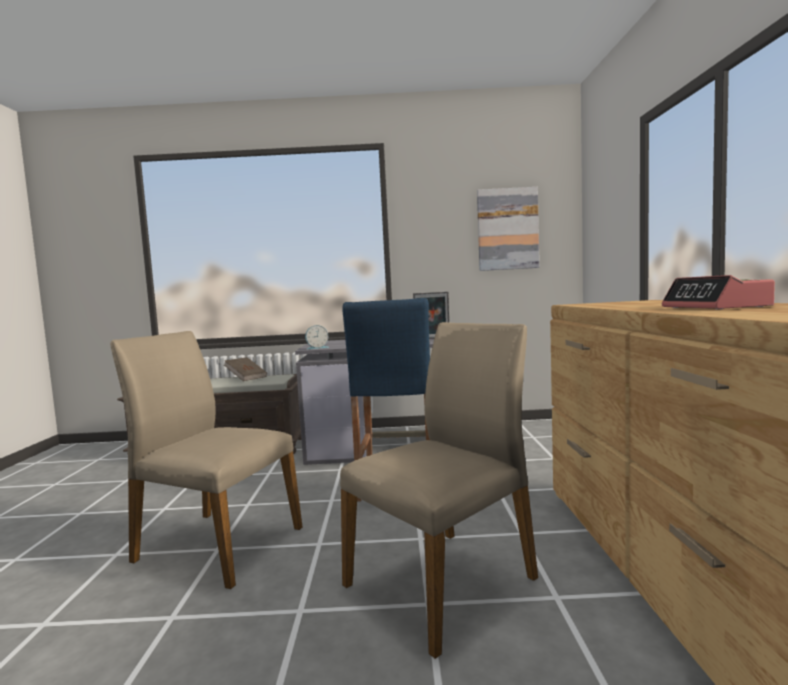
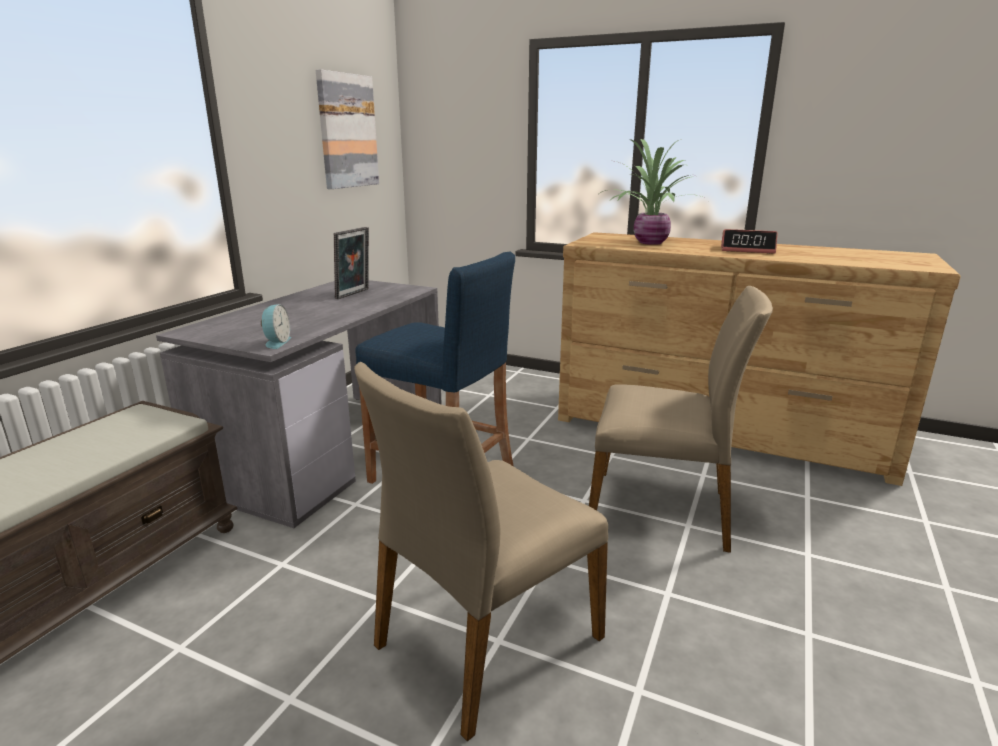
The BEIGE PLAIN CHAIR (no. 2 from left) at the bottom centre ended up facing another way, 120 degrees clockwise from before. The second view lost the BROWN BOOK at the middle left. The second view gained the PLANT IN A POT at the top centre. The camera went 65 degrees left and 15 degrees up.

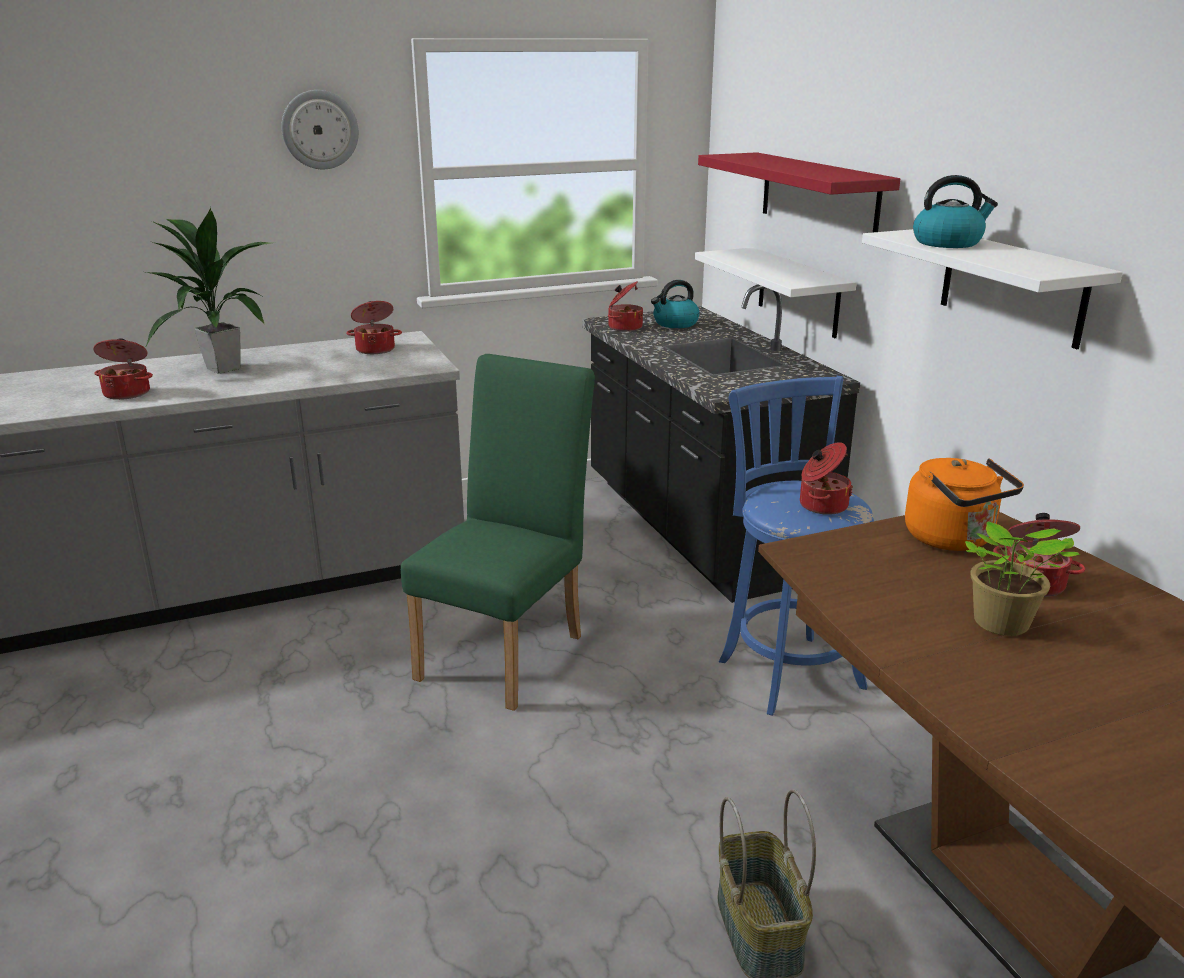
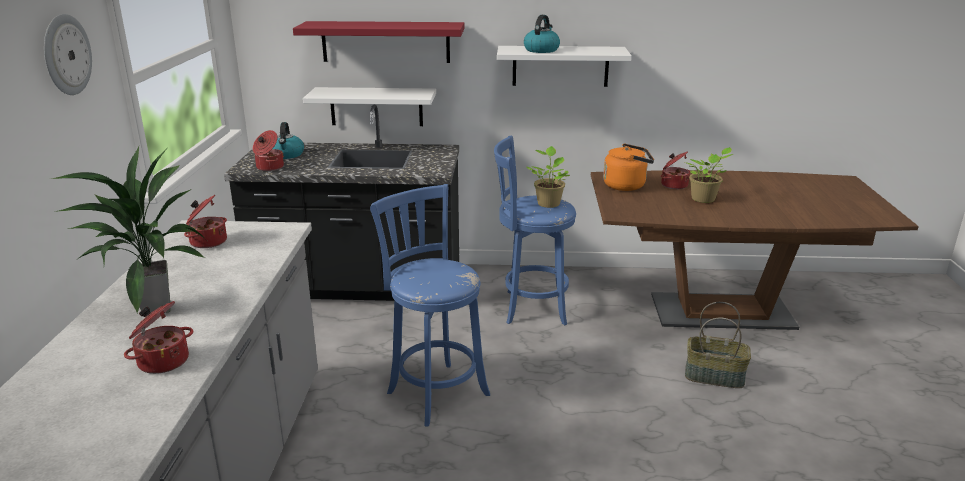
Where the GREENISH PLAIN CHAIR stood at the centre, the BLUISH SITTING STOOL (no. 1 from left) came to stand at the centre. Where the STOCKPOT (no. 4 from left) stood at the middle right, the PLANT IN A POT (no. 2 from left) came to stand at the centre. The camera went 65 degrees left and 0 degrees up.

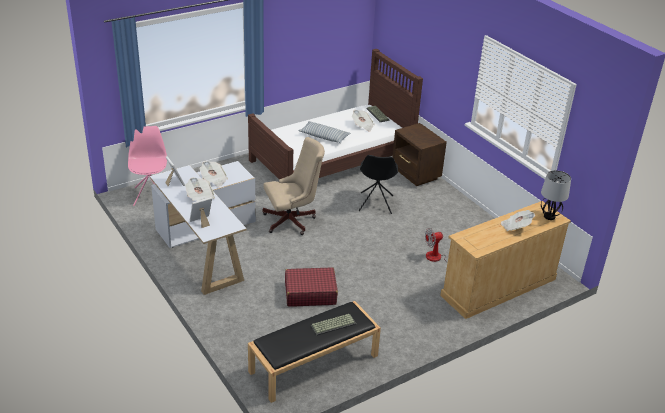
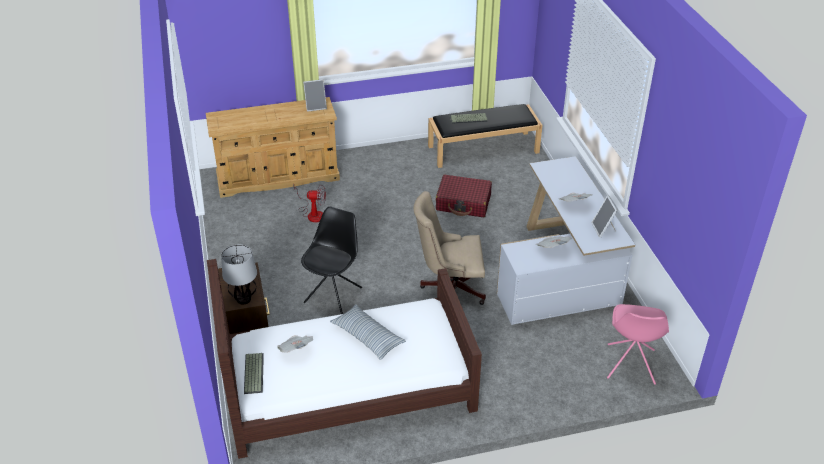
The TABLE LAMP ended up elsewhere, having gone from the middle right to the middle left. The STANDING FRAME (no. 2 from left in the first image) ended up elsewhere, having gone from the middle left to the top centre. The second view lost the DAILY PAPER (no. 4 from left) at the middle right. The camera went 160 degrees left and 5 degrees up.

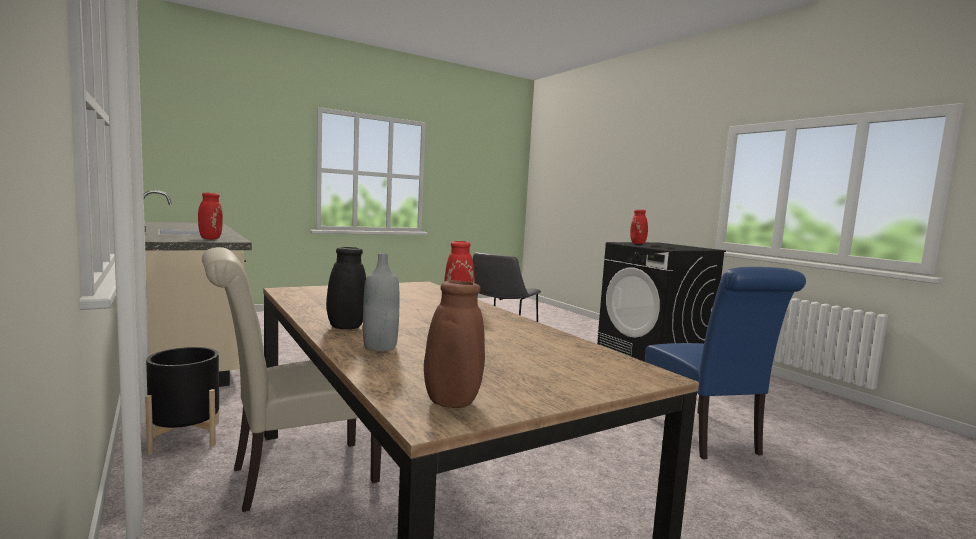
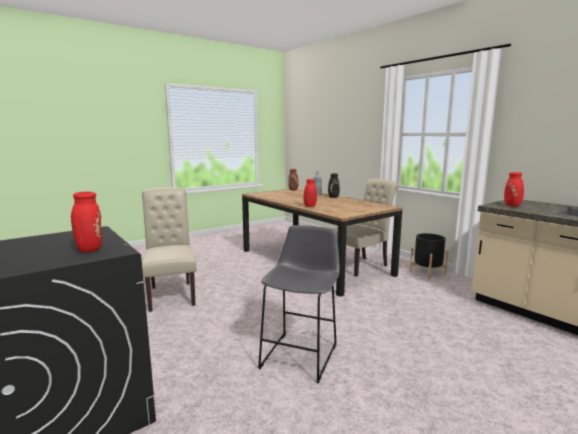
What was the BLUISH PLAIN CHAIR at the bottom right turned into the BEIGE PLAIN CHAIR (no. 1 from left) at the middle left. The camera went 175 degrees right and 5 degrees up.

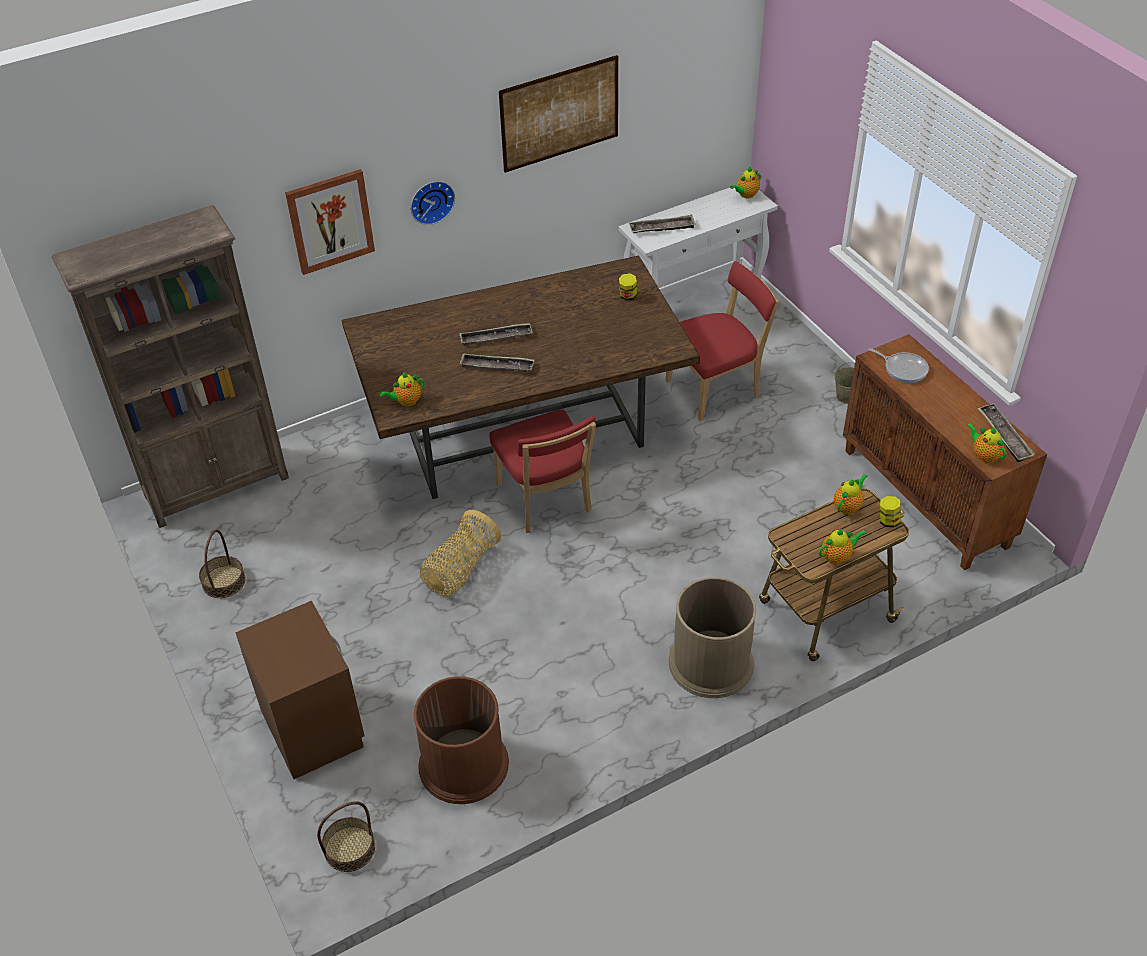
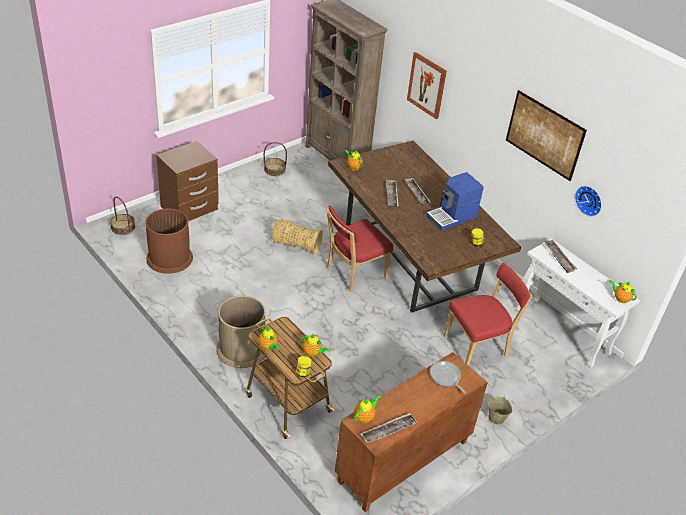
The HANGING CLOCK ended up elsewhere, having gone from the top centre to the middle right. The RED-COLOURED PLAIN CHAIR (no. 2 from left) at the centre ended up facing another way, 75 degrees counterclockwise from before. The FRYING PAN at the middle right ended up facing another way, 120 degrees clockwise from before. The second view gained the COFFEE BREWER at the centre. The camera went 75 degrees right and 5 degrees down.

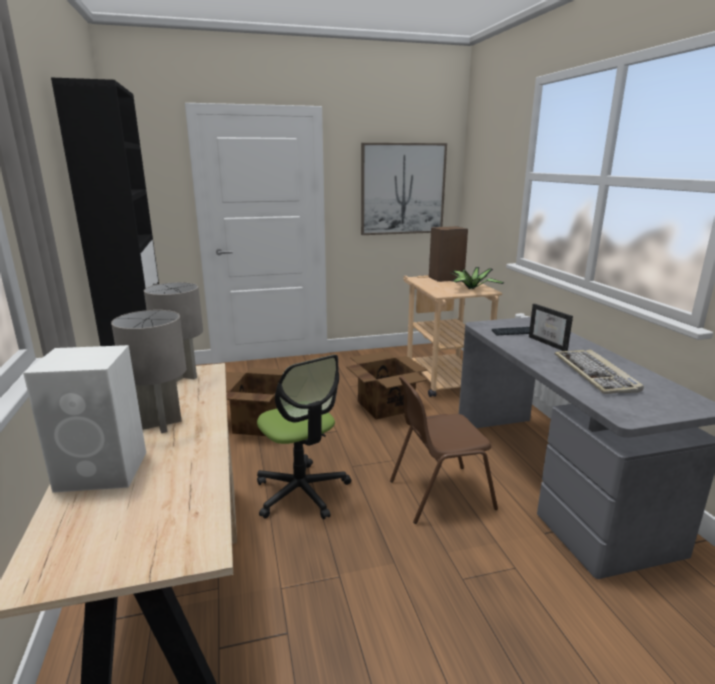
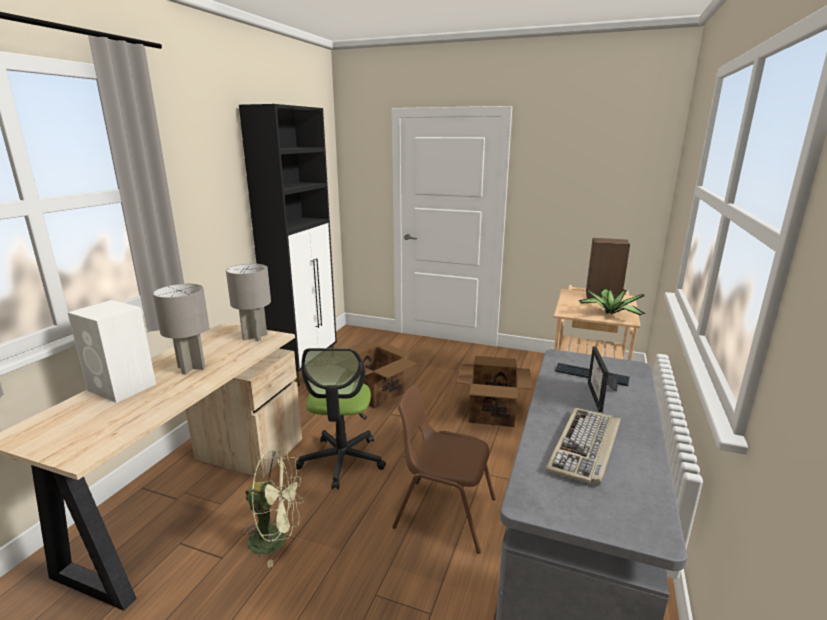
The second view lost the WALL ART at the top centre. The second view gained the GREENISH FAN at the bottom left. The camera went 35 degrees right and 0 degrees up.

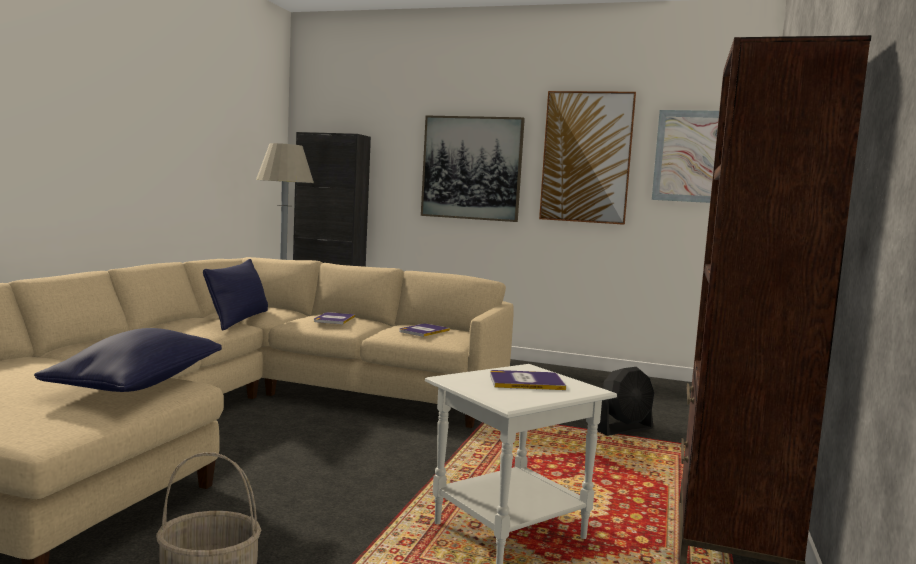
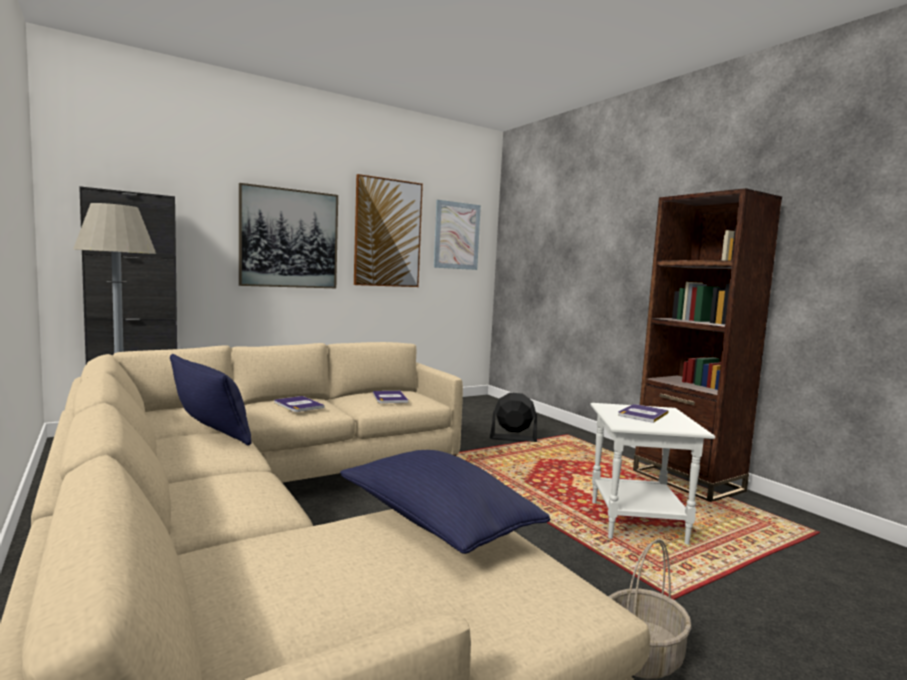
The BLACK-COLOURED FAN at the bottom right ended up facing another way, 90 degrees counterclockwise from before. The camera went 50 degrees left and 0 degrees up.

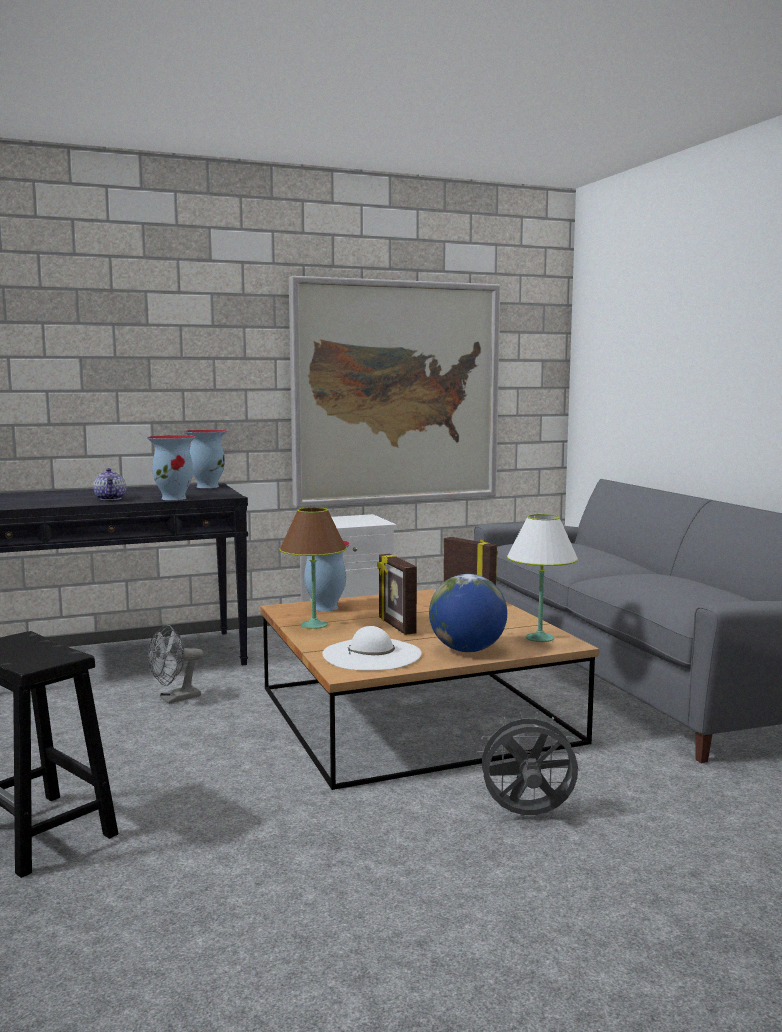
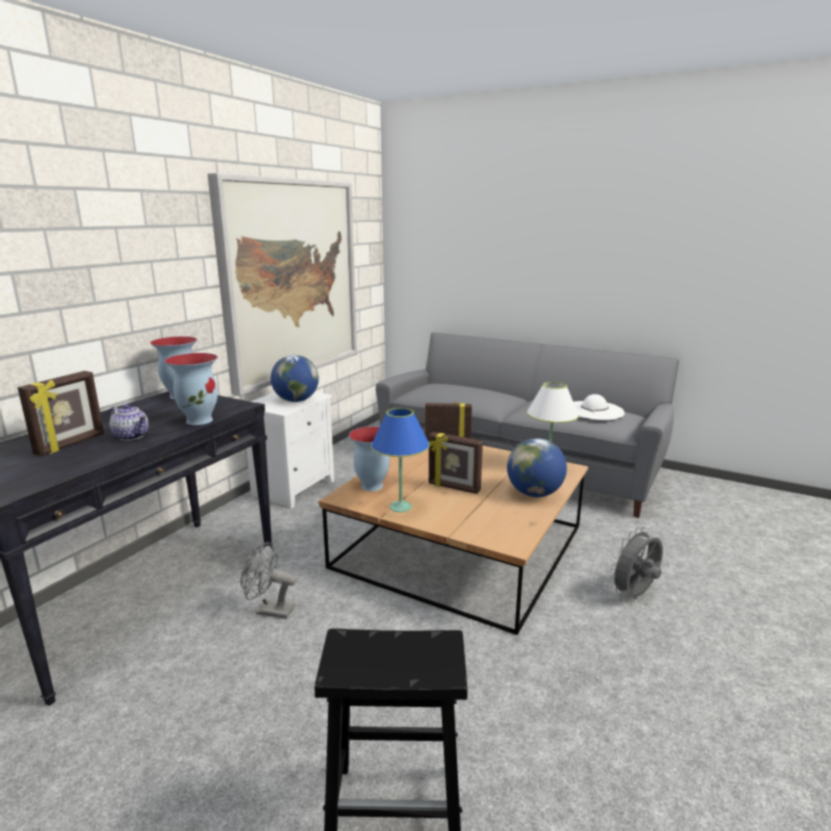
What was the BROWN TABLE LAMP at the centre turned into the BLUISH TABLE LAMP at the centre. The GRAY FAN (no. 1 from left) at the middle left ended up facing another way, 90 degrees clockwise from before. The WHITE CLOTHING HAT ended up elsewhere, having gone from the centre to the middle right. The second view gained the DESK GLOBE (no. 1 from left) at the centre. The second view gained the STANDING FRAME (no. 1 from left) at the middle left. The camera went 40 degrees left and 10 degrees up.

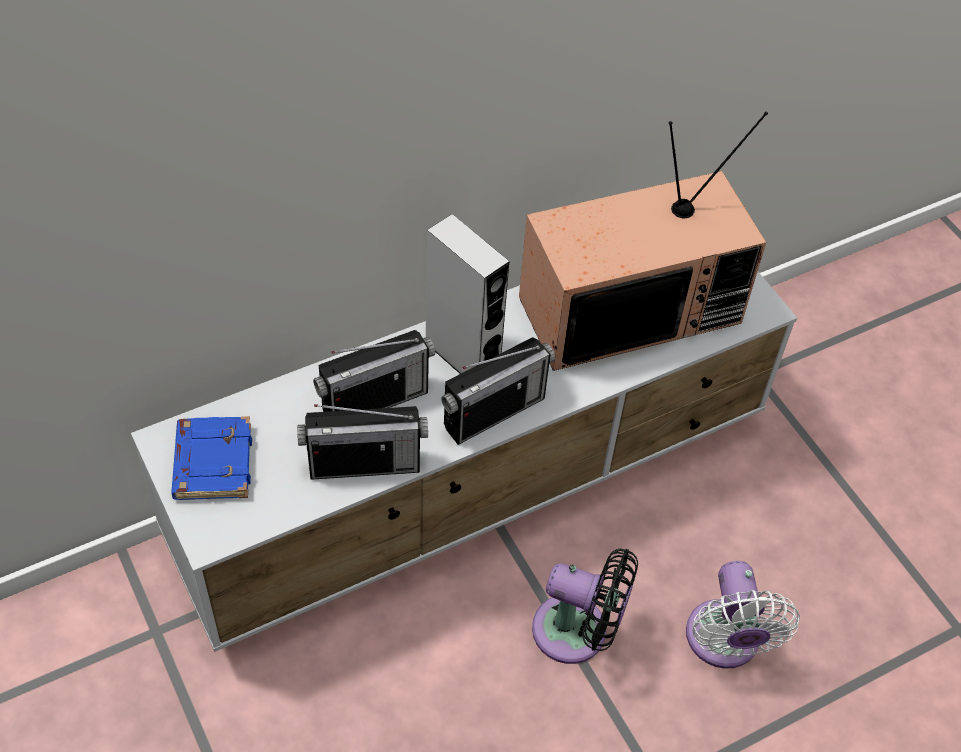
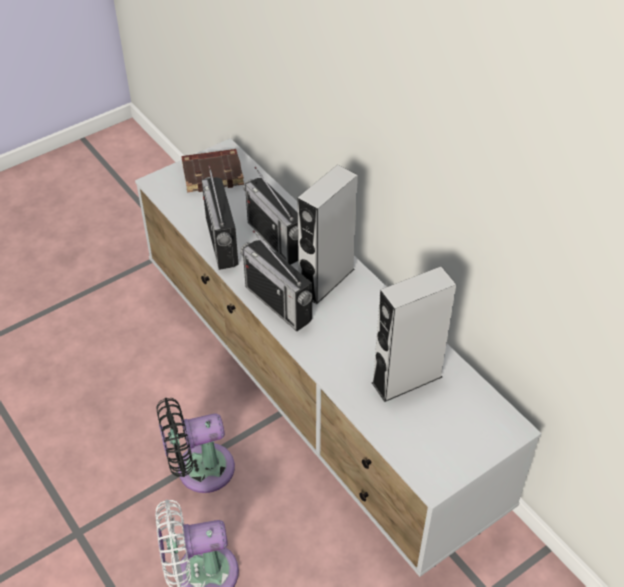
Where the TV stood at the top right, the GRAY LOUDSPEAKER (no. 2 from left) came to stand at the centre. What was the BLUISH BOOK at the middle left turned into the BROWN BOOK at the top centre. The BLACK-COLOURED FAN at the bottom centre ended up facing another way, 60 degrees clockwise from before. The camera went 85 degrees right and 5 degrees down.

